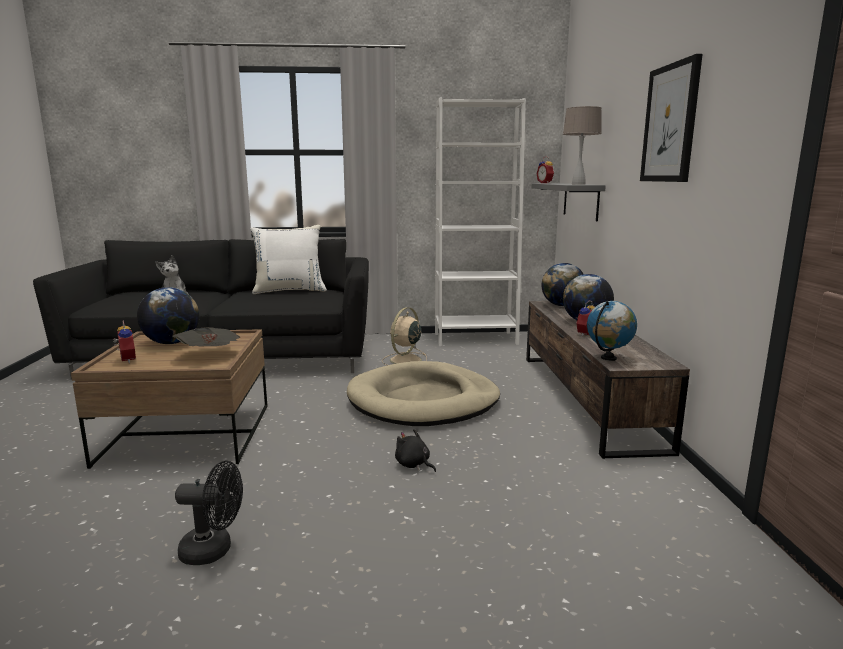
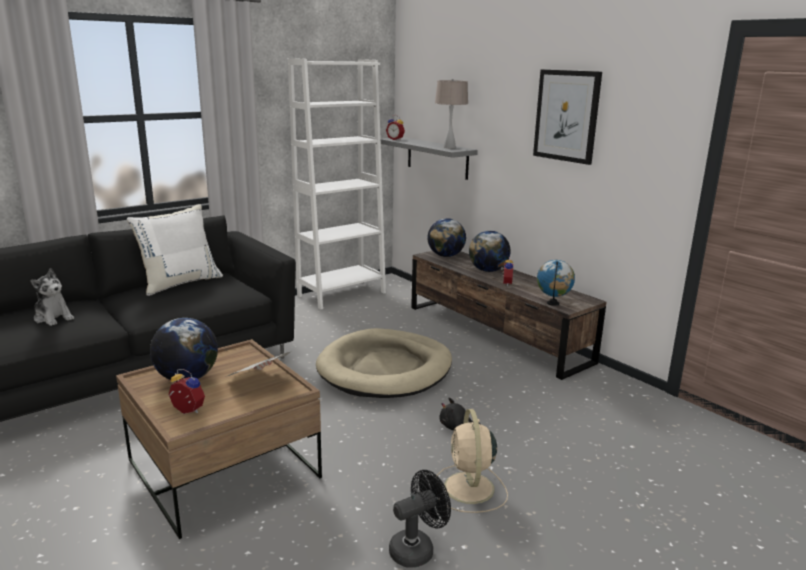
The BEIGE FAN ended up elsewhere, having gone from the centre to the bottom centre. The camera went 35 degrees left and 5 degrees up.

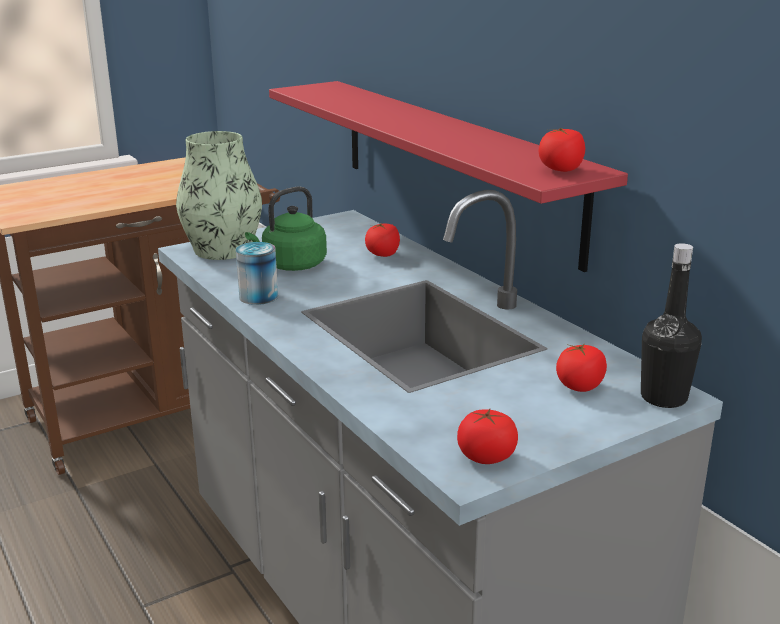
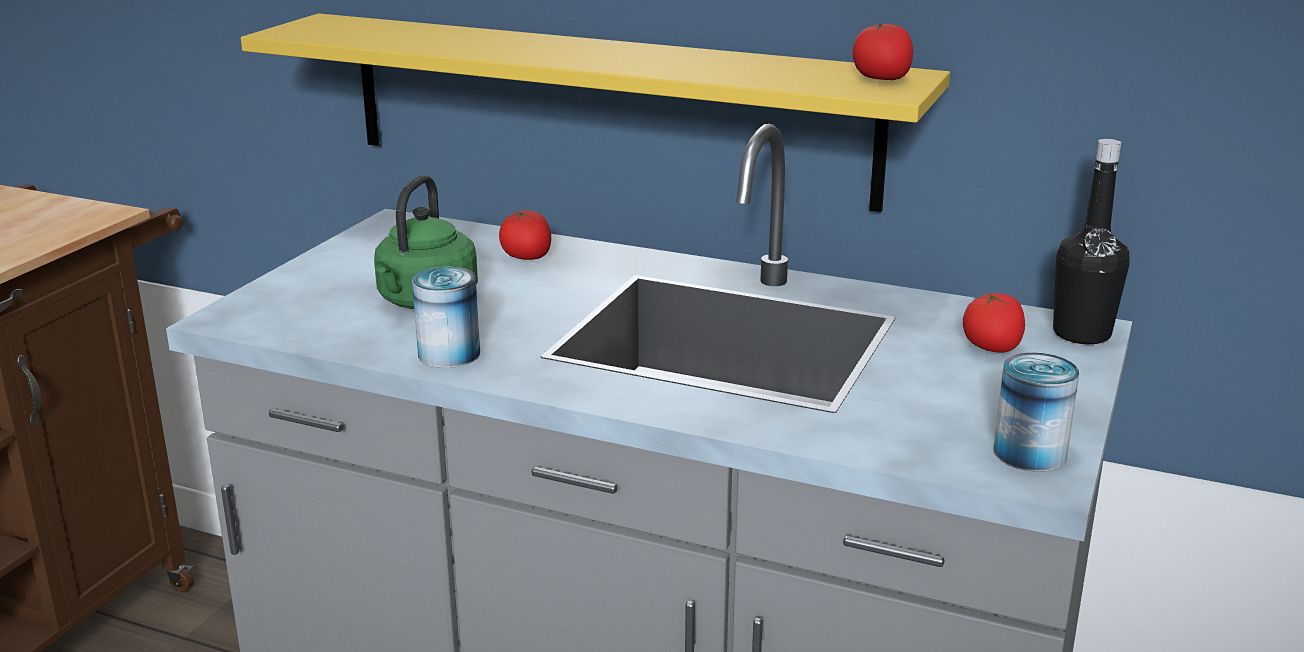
What was the RED-COLOURED BRACKET SHELF at the top centre turned into the YELLOW BRACKET SHELF at the top centre. The second view lost the FLOWER VASE at the top left. Where the FRESH TOMATO (no. 2 from left) stood at the bottom centre, the CAN (no. 2 from left) came to stand at the middle right. The camera went 35 degrees left and 0 degrees up.

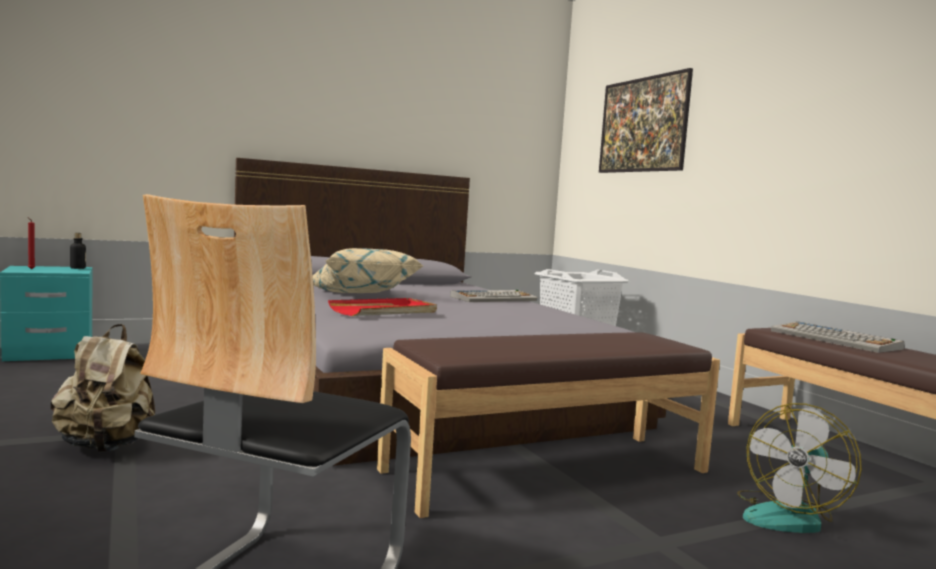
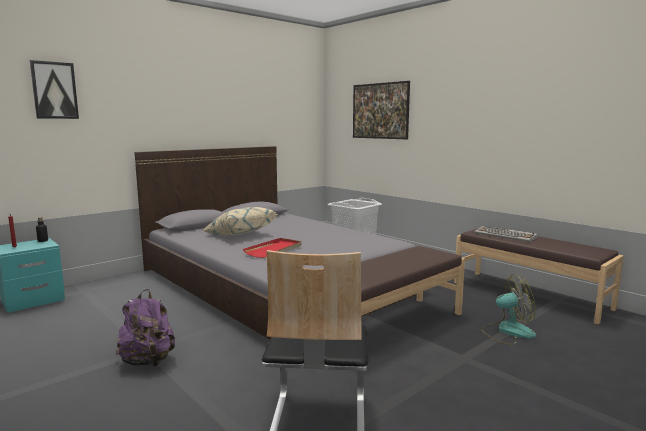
The second view lost the KEYBOARD (no. 1 from left) at the centre. What was the BEIGE KNAPSACK at the bottom left turned into the PURPLISH KNAPSACK at the bottom left. The FAN at the bottom right ended up facing another way, 120 degrees counterclockwise from before. The second view gained the WALL ART (no. 1 from left) at the top left. The camera went 15 degrees left and 5 degrees up.

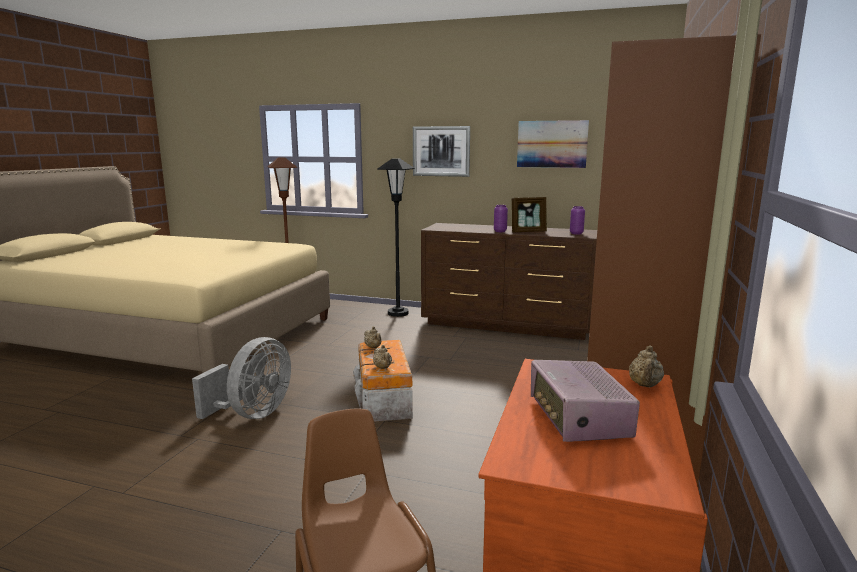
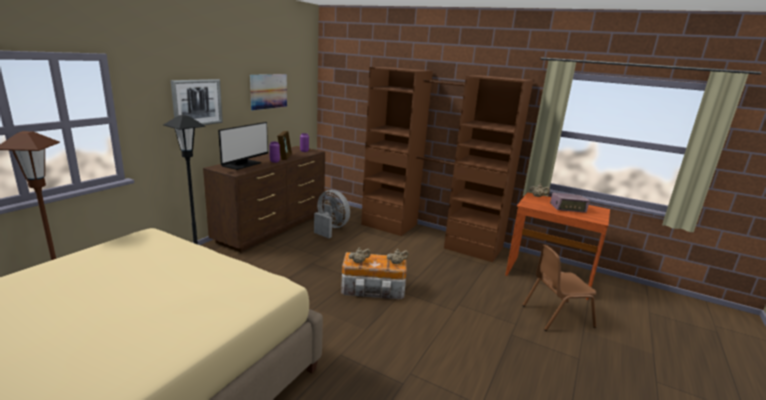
The GRAY FAN ended up elsewhere, having gone from the middle left to the centre. The second view gained the MONITOR at the middle left. The camera went 80 degrees left and 5 degrees up.

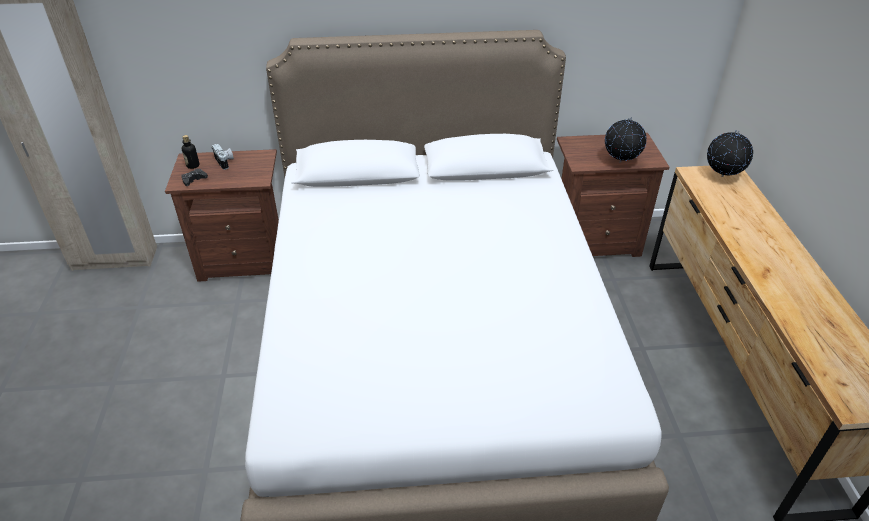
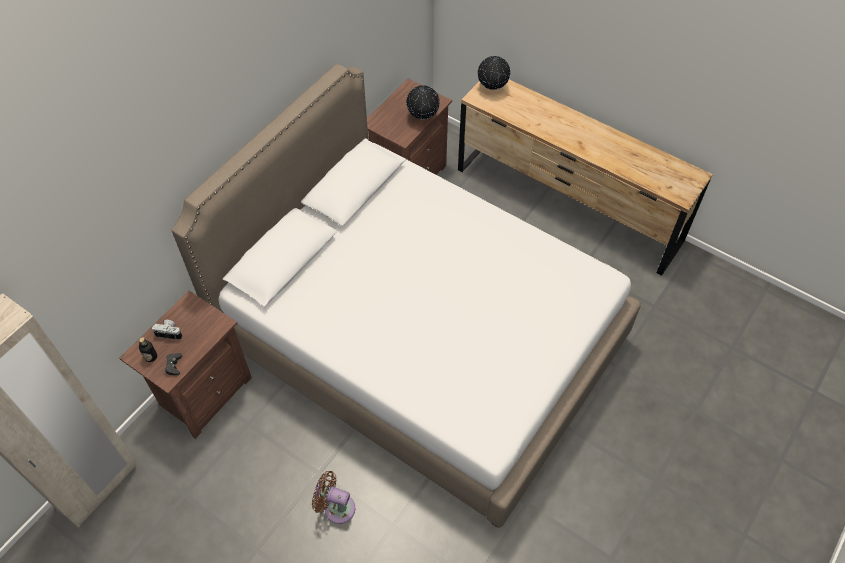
The second view gained the BROWN FAN at the bottom centre. The camera went 50 degrees left and 15 degrees up.

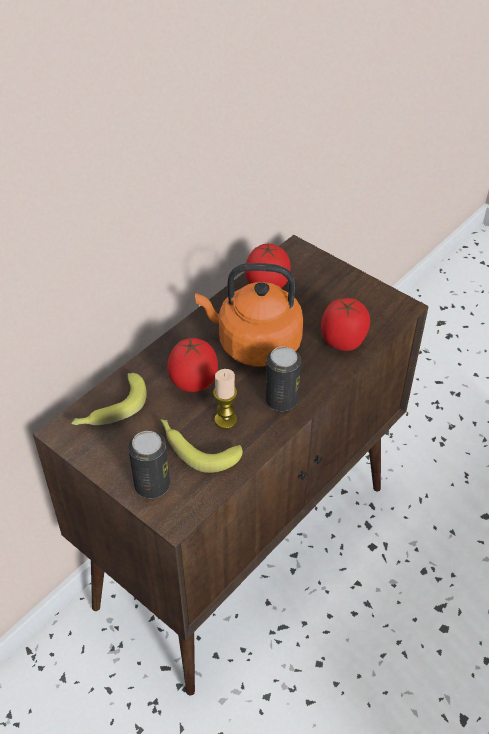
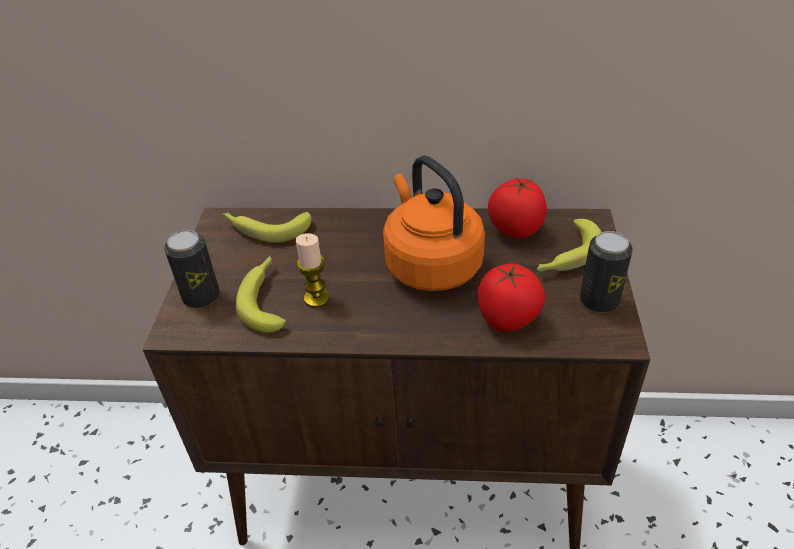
The second view lost the FRESH TOMATO (no. 1 from left) at the centre. The CAN (no. 2 from left) ended up elsewhere, having gone from the centre to the middle right. The second view gained the WHOLE BANANA (no. 3 from left) at the middle right. The camera went 55 degrees right and 5 degrees down.

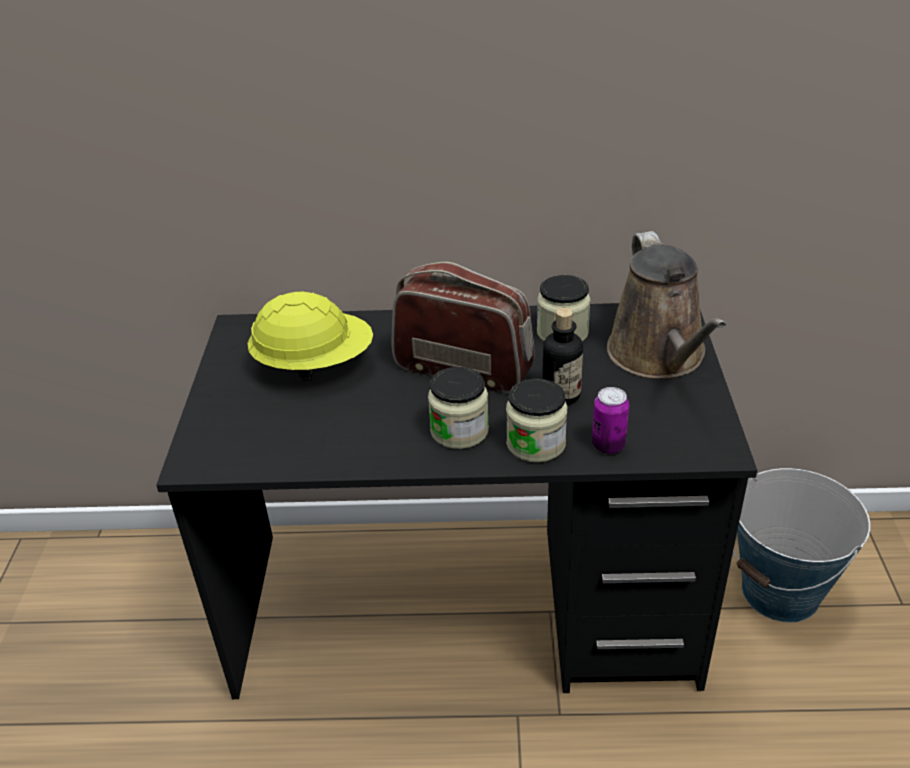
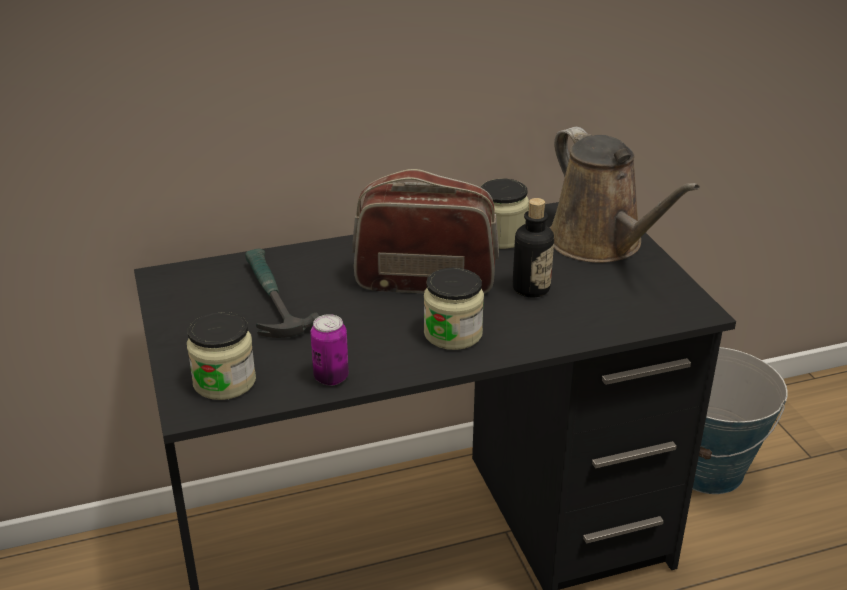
Where the YELLOW SAFETY HELMET stood at the centre, the HAMMER came to stand at the middle left. The PRESERVE JAR (no. 2 from left in the first image) ended up elsewhere, having gone from the centre to the middle left. The CAN ended up elsewhere, having gone from the middle right to the centre. The camera went 20 degrees left and 5 degrees down.

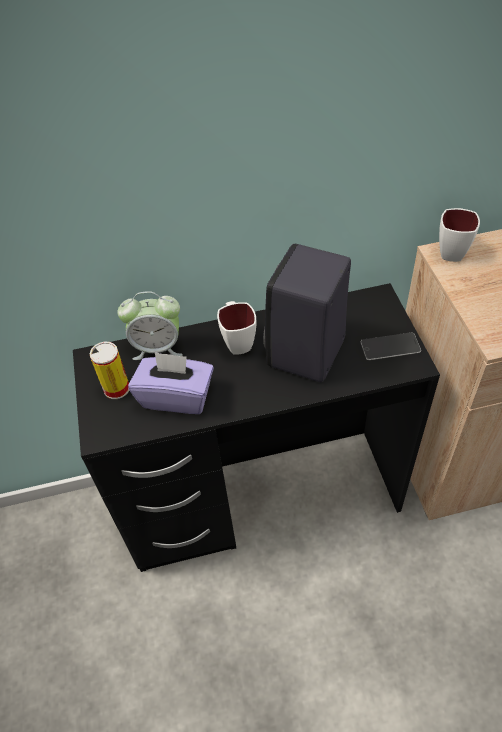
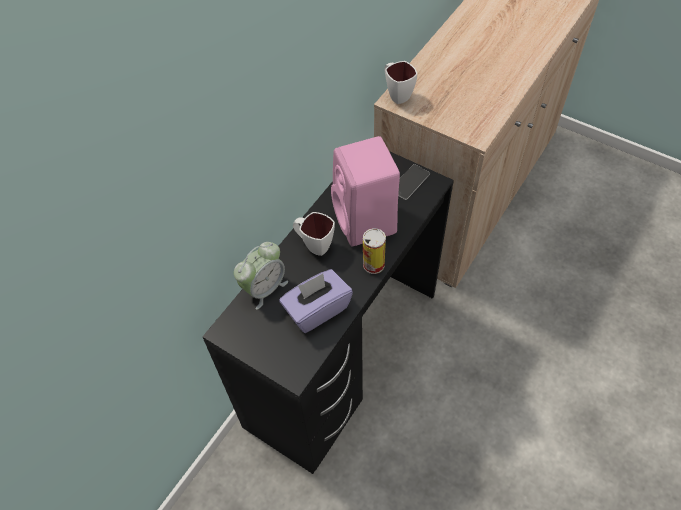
What was the BLACK-COLOURED LOUDSPEAKER at the centre turned into the PINK LOUDSPEAKER at the centre. The CAN ended up elsewhere, having gone from the middle left to the centre. The camera went 45 degrees left and 5 degrees up.

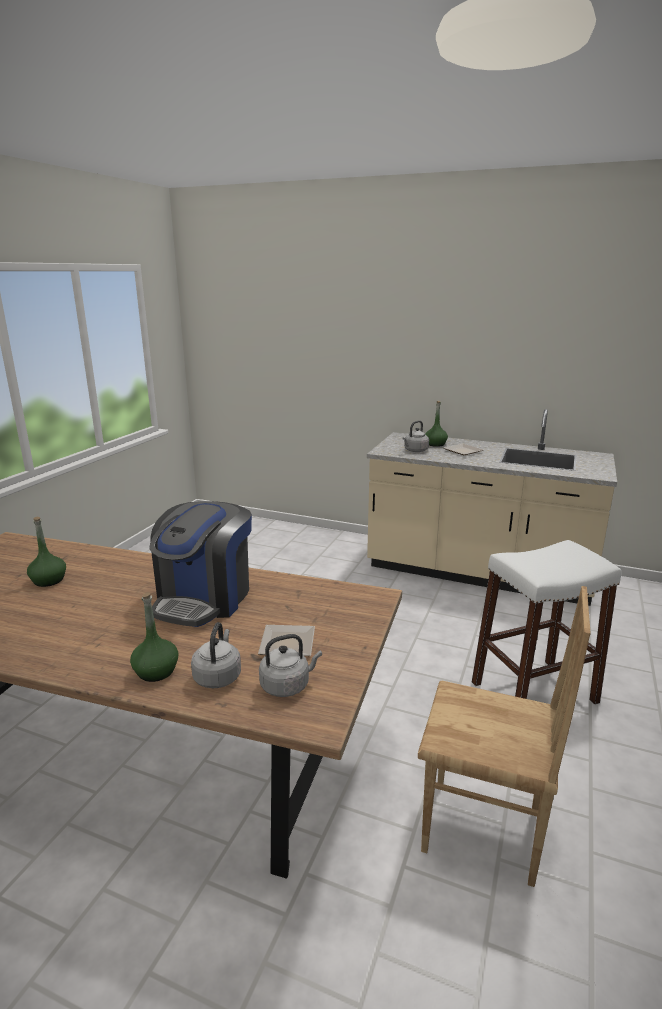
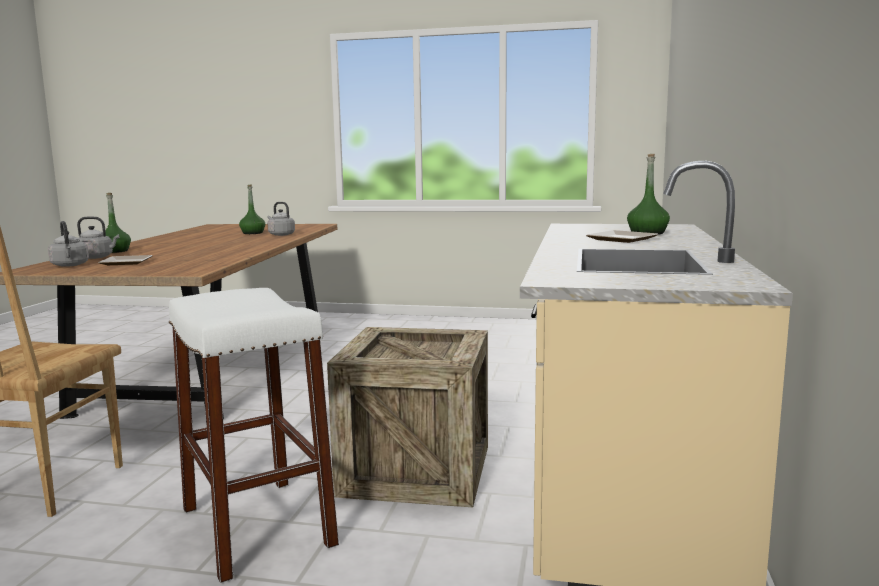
The GRAY KETTLE (no. 3 from left) ended up elsewhere, having gone from the centre to the middle left. The second view lost the COFFEE BREWER at the middle left. The second view gained the PACKING CRATE at the bottom centre. The camera went 80 degrees right and 10 degrees down.

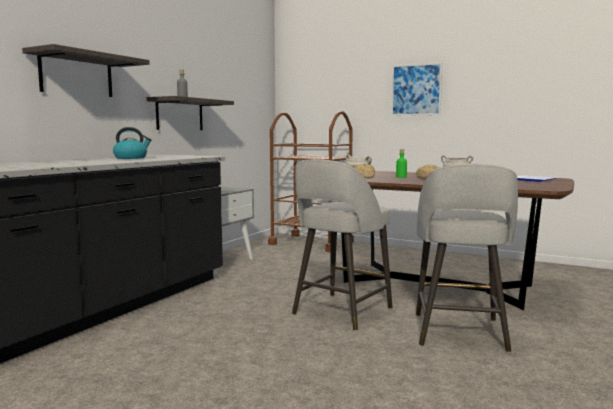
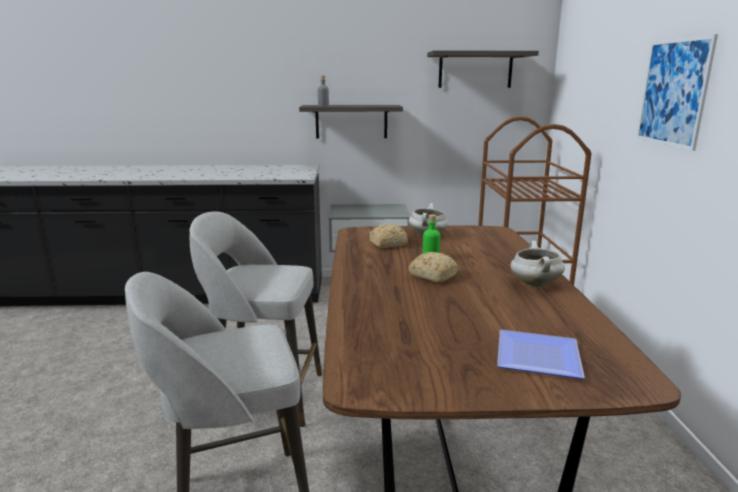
The BRACKET SHELF (no. 1 from left in the first image) ended up elsewhere, having gone from the top left to the top centre. The second view lost the KETTLE at the middle left. The camera went 60 degrees right and 10 degrees up.

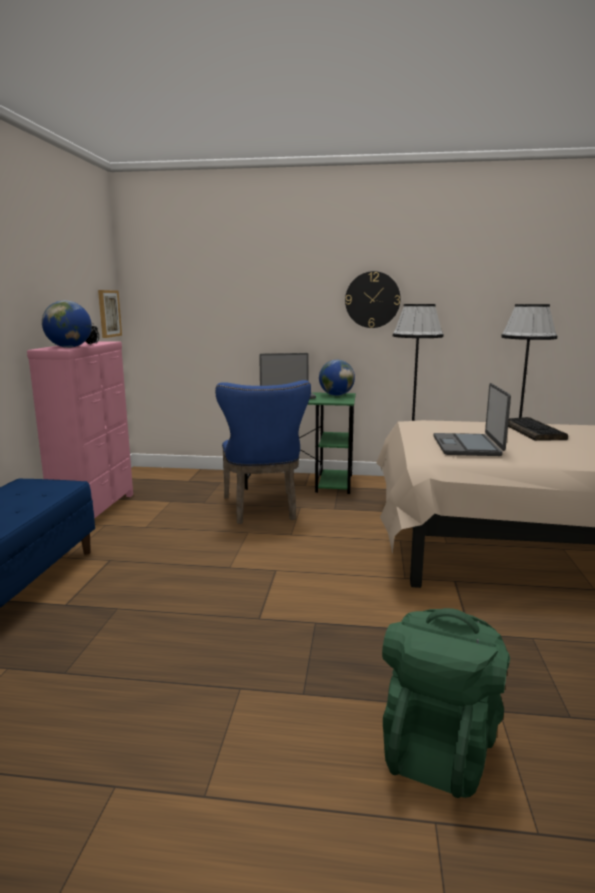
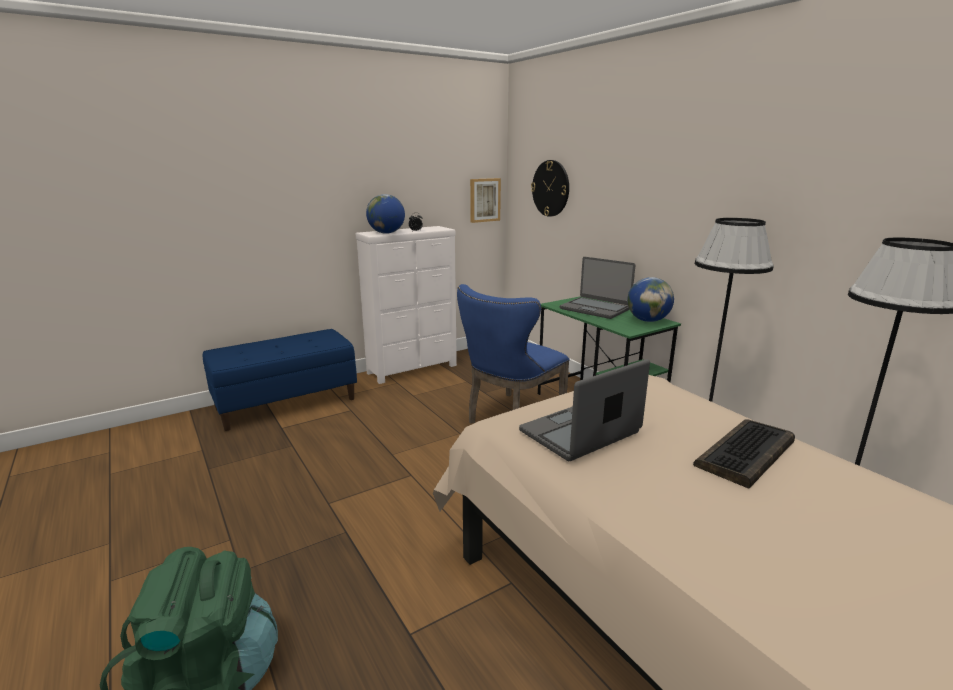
The HANGING CLOCK ended up elsewhere, having gone from the centre to the top centre. What was the PINK DRAWER CHEST at the middle left turned into the WHITE DRAWER CHEST at the centre. The camera went 50 degrees right and 5 degrees up.

